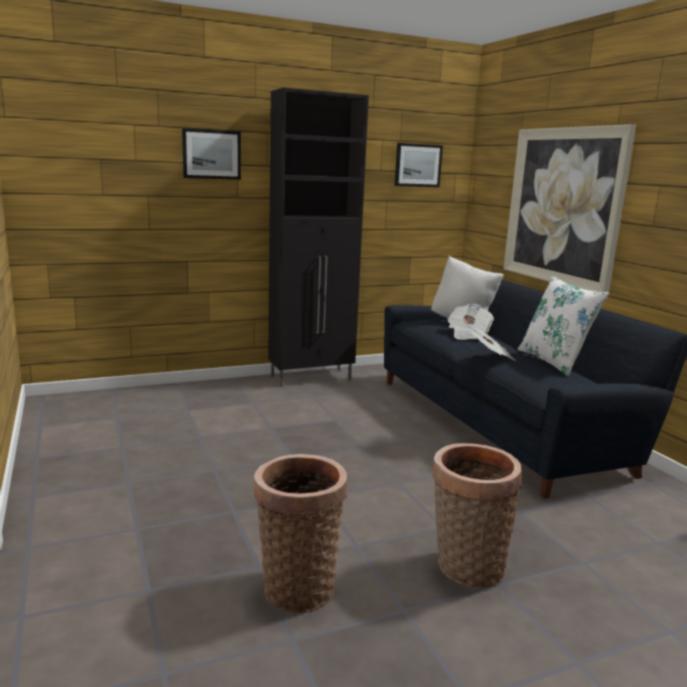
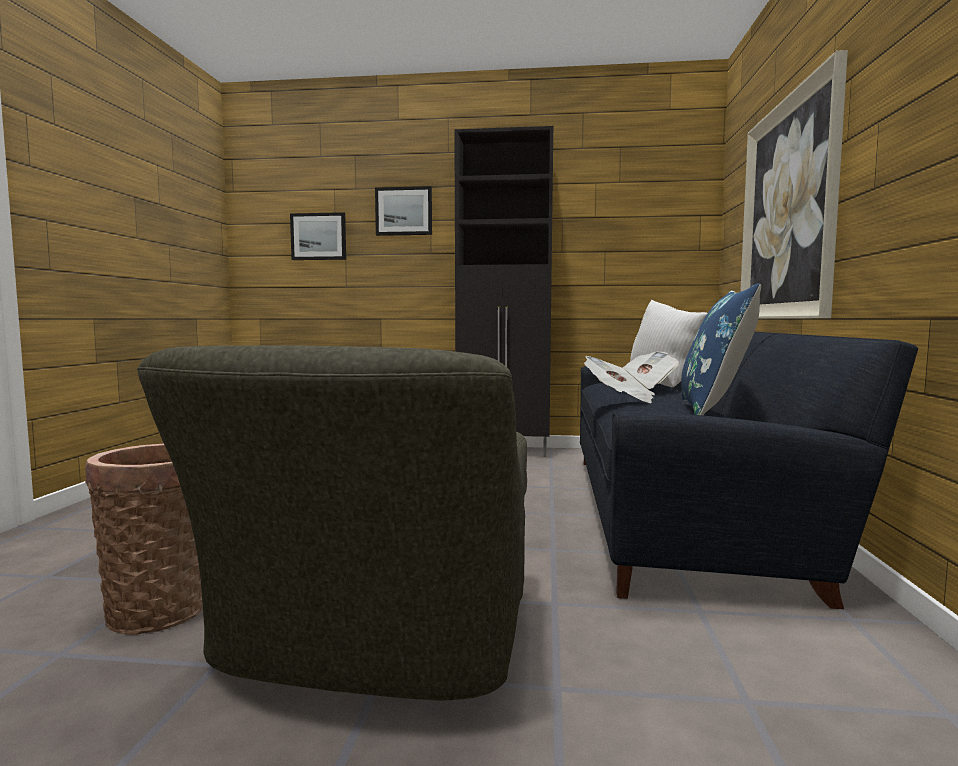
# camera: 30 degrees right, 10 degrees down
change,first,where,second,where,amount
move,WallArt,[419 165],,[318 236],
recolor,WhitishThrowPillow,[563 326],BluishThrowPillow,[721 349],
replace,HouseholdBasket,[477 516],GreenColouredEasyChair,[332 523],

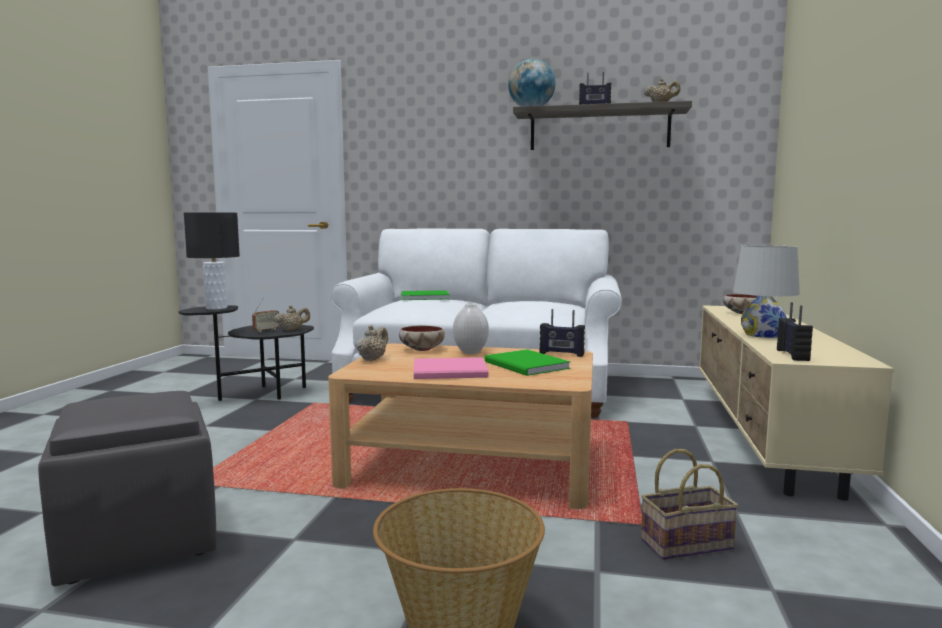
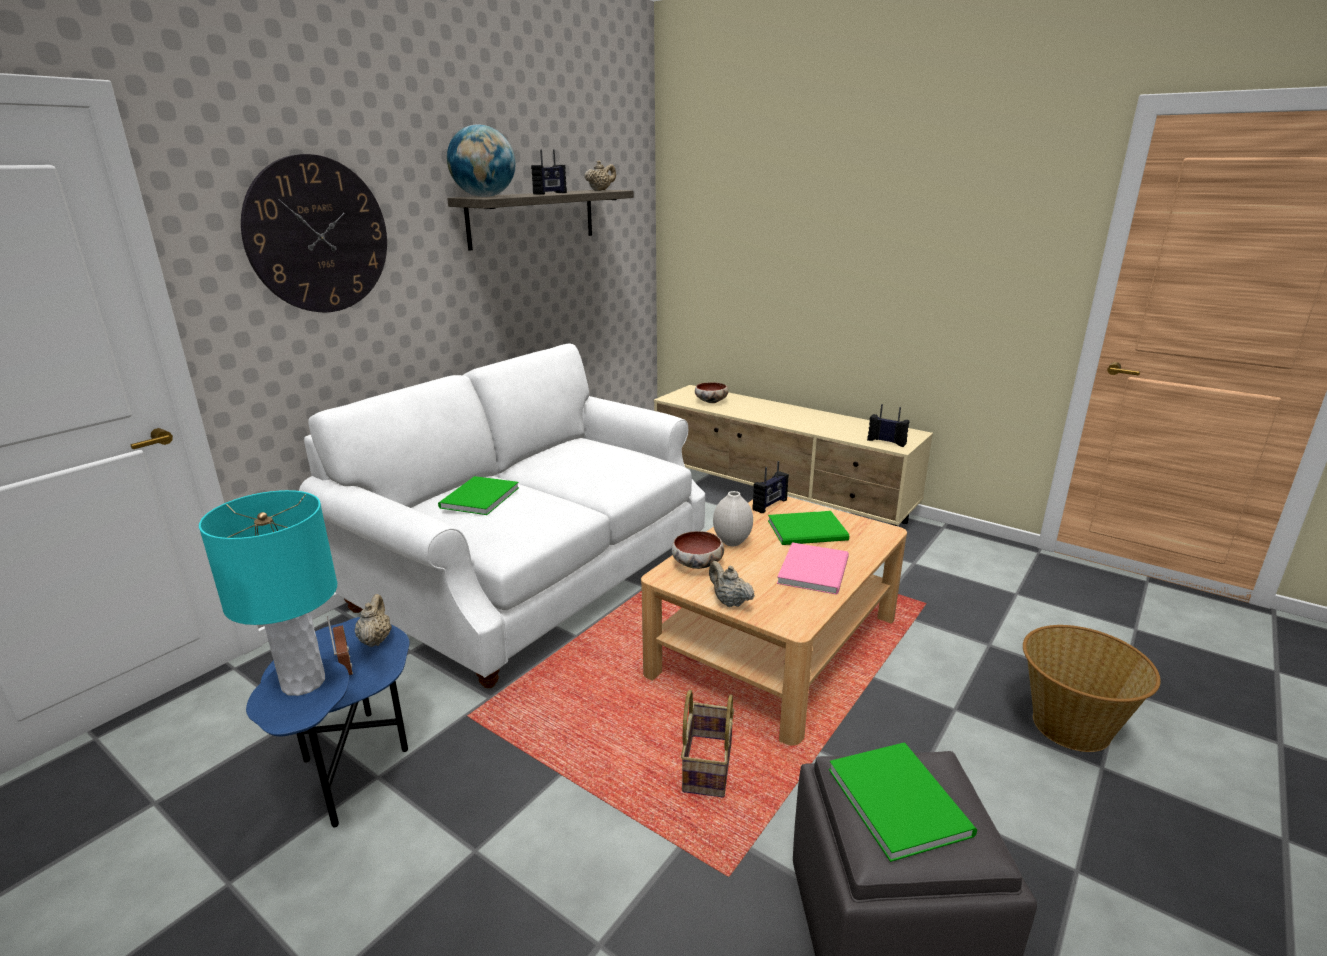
# camera: 65 degrees left, 15 degrees up
change,first,where,second,where,amount
recolor,BlackColouredTableLamp,[212 261],TurquoiseColouredTableLamp,[268 593],
delete,WhitishTableLamp,[766 291],,,
recolor,BlackColouredAccentTable,[246 353],BluishAccentTable,[328 722],
move,HouseholdBasket,[690 504],,[707 743],
insert,,,ClockOnTheWall,[314 233],
insert,,,GreenColouredBook,[903 802],

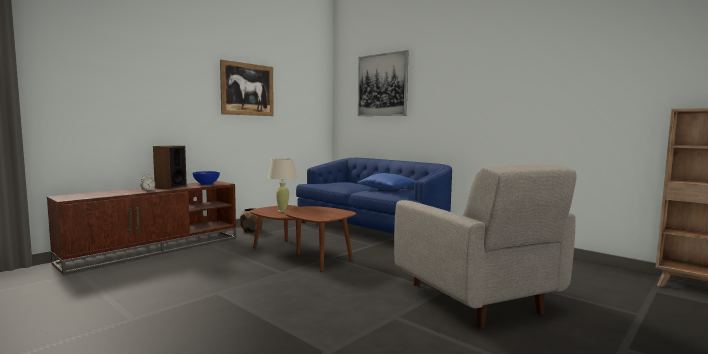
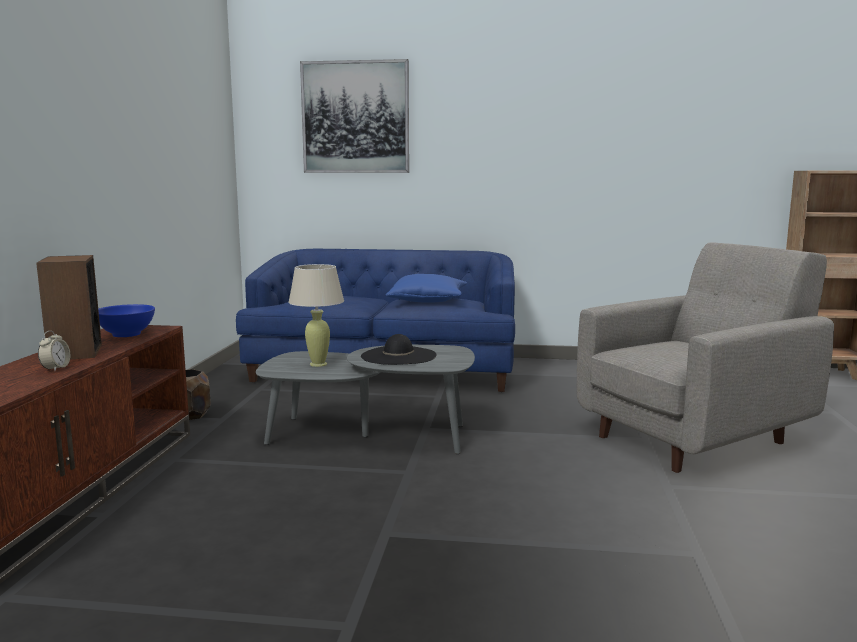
# camera: 35 degrees left, 5 degrees up
change,first,where,second,where,amount
delete,WallArt,[247 88],,,
rotate,GrayEasyChair,[485 247],,[705 357],60 degrees counterclockwise
recolor,BrownColouredLoungeTable,[303 238],GrayLoungeTable,[365 399],
insert,,,BlackColouredWearableHat,[398 349],

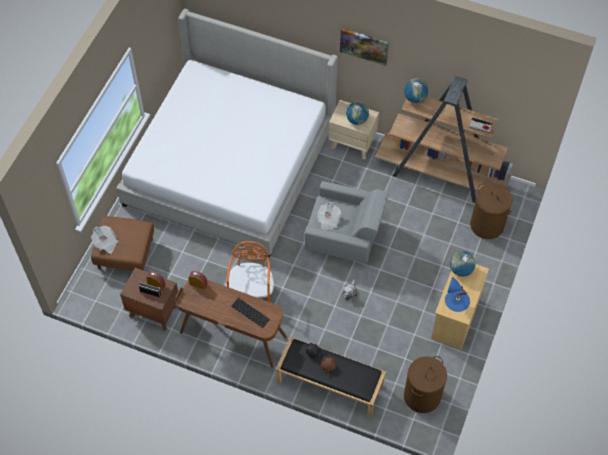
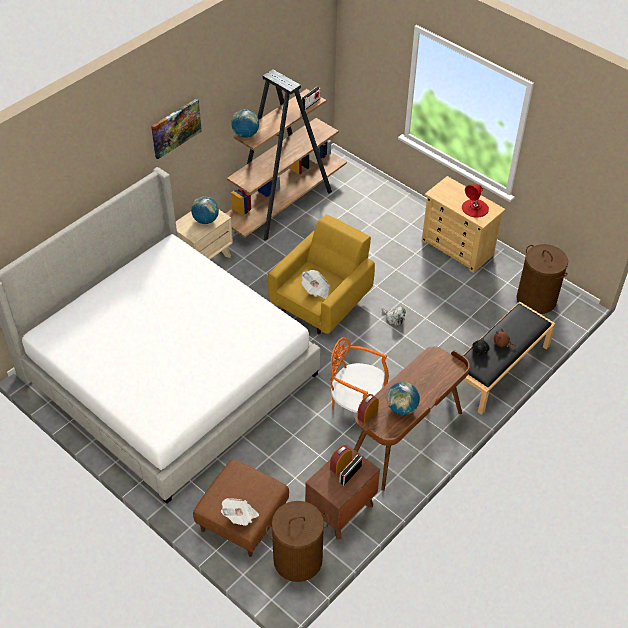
# camera: 70 degrees left, 10 degrees down
change,first,where,second,where,amount
recolor,GrayEasyChair,[347 222],YellowColouredEasyChair,[321 274],
move,BrownColouredWashingBasket,[491 211],,[297 541],
move,DeskGlobe,[463 264],,[403 398],
recolor,BluishTableLamp,[457 294],ReddishTableLamp,[475 200],
delete,PcKeyboard,[250 313],,,

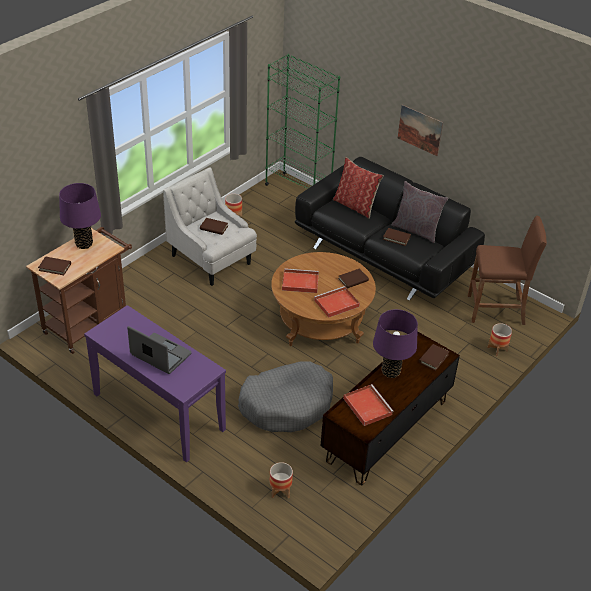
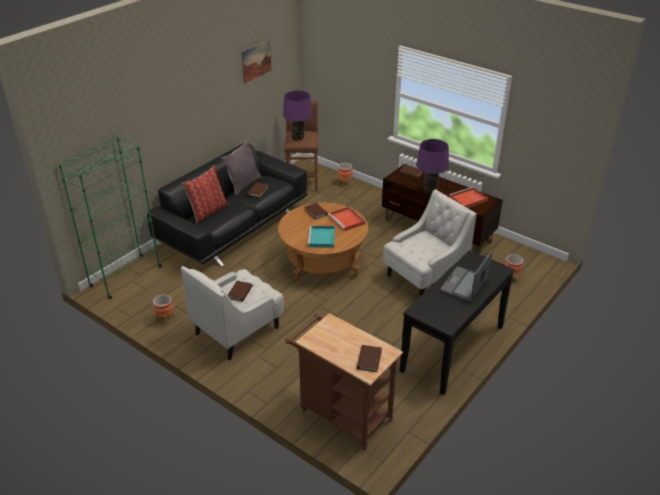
# camera: 90 degrees left, 5 degrees down
change,first,where,second,where,amount
move,WallArt,[420 130],,[256 61],
move,PurplishTableLamp,[80 216],,[297 115],
recolor,ReddishTray,[300 280],TurquoiseColouredTray,[321 237],
recolor,PurplishHallTable,[155 383],BlackColouredHallTable,[457 322],
replace,GrayDogBed,[285 396],WhitishEasyChair,[429 243],

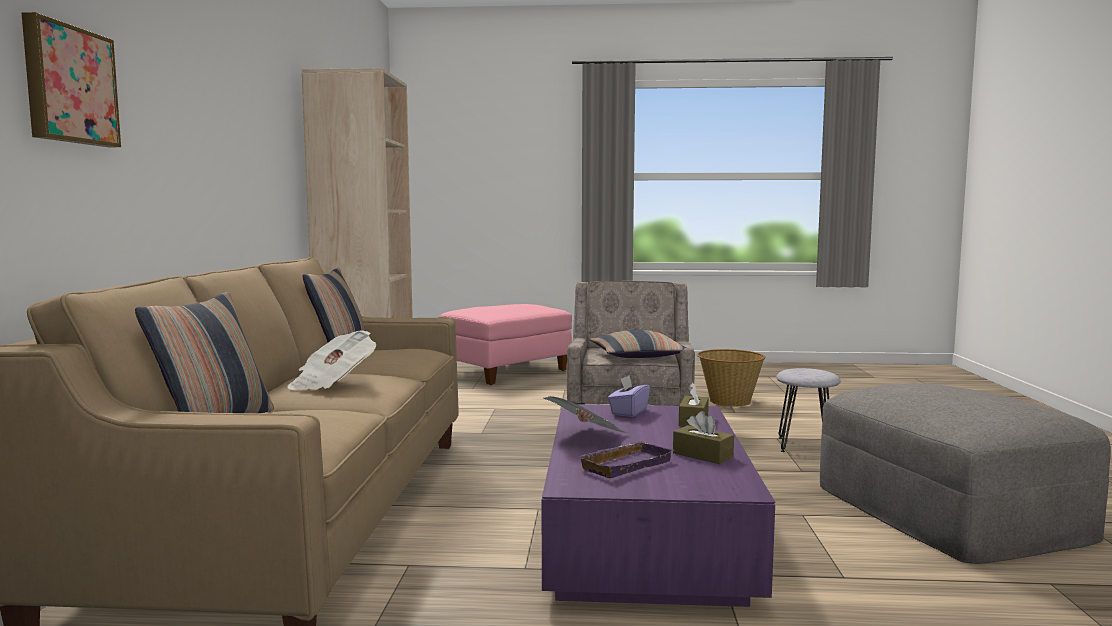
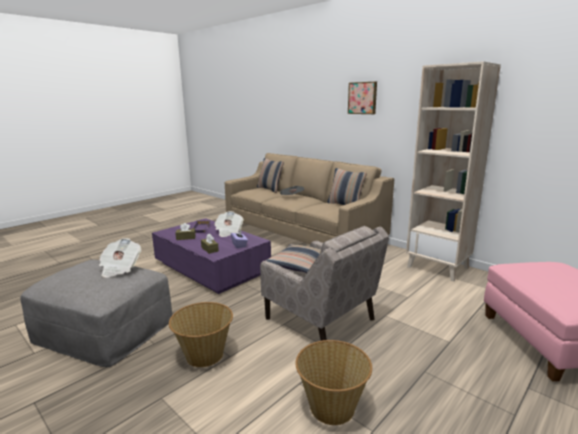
# camera: 130 degrees right, 10 degrees up
change,first,where,second,where,amount
move,WallArt,[71 79],,[362 98],
replace,GraySittingStool,[808 410],HouseholdBasket,[201 334],
insert,,,PrintedPaper,[120 258],

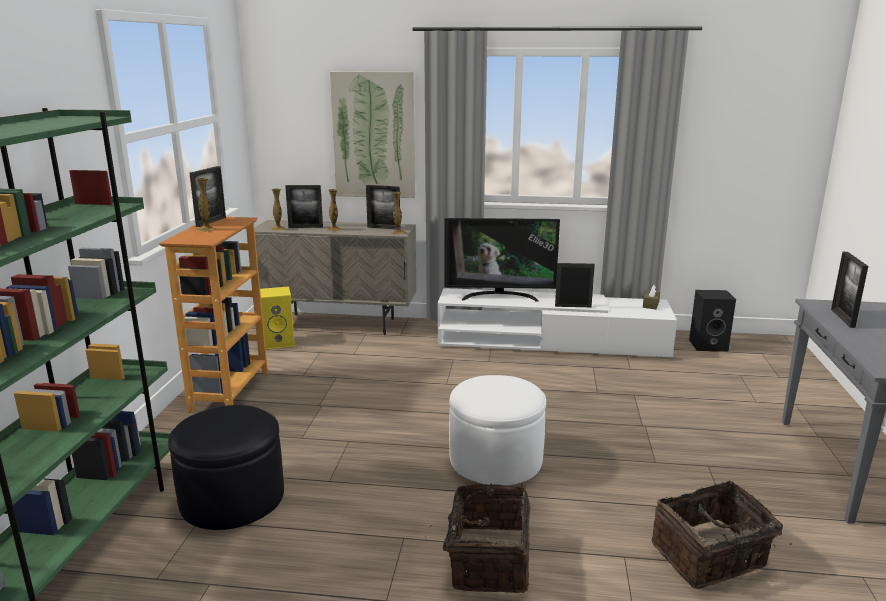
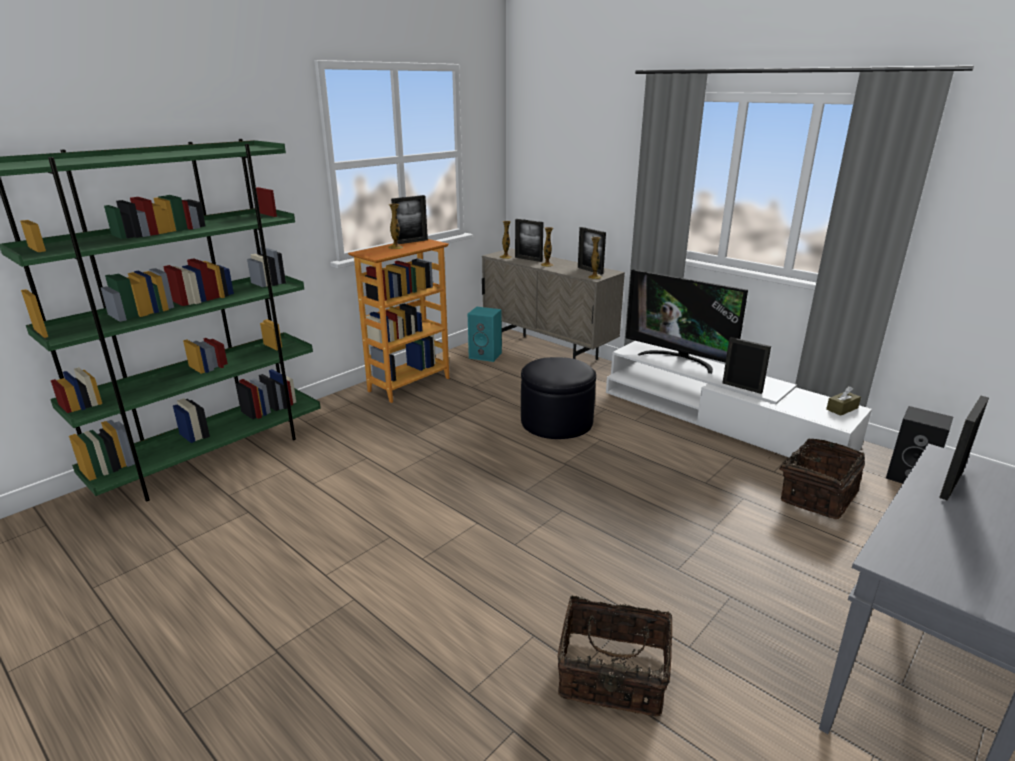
# camera: 35 degrees right, 5 degrees up
change,first,where,second,where,amount
delete,WallArt,[372 134],,,
recolor,YellowColouredLoudspeaker,[277 317],TurquoiseColouredLoudspeaker,[485 334],
delete,WhitishFootrest,[497 430],,,
move,BlackColouredFootrest,[226 467],,[558 398],
move,HouseholdBasket,[478 538],,[817 479],

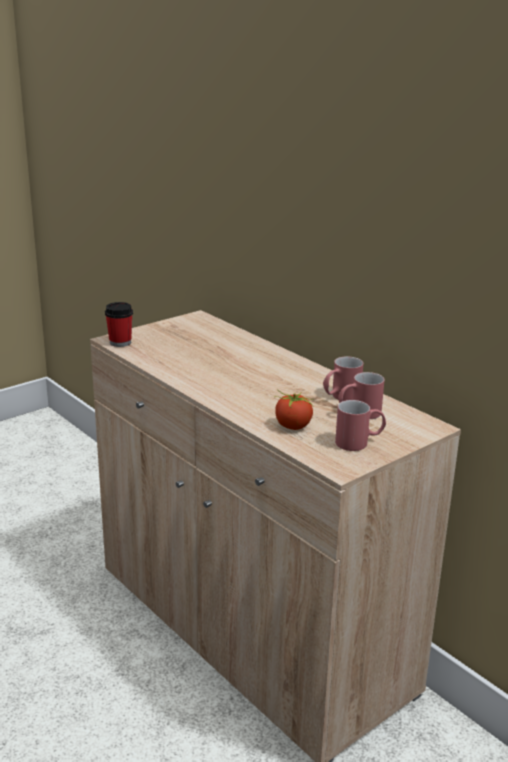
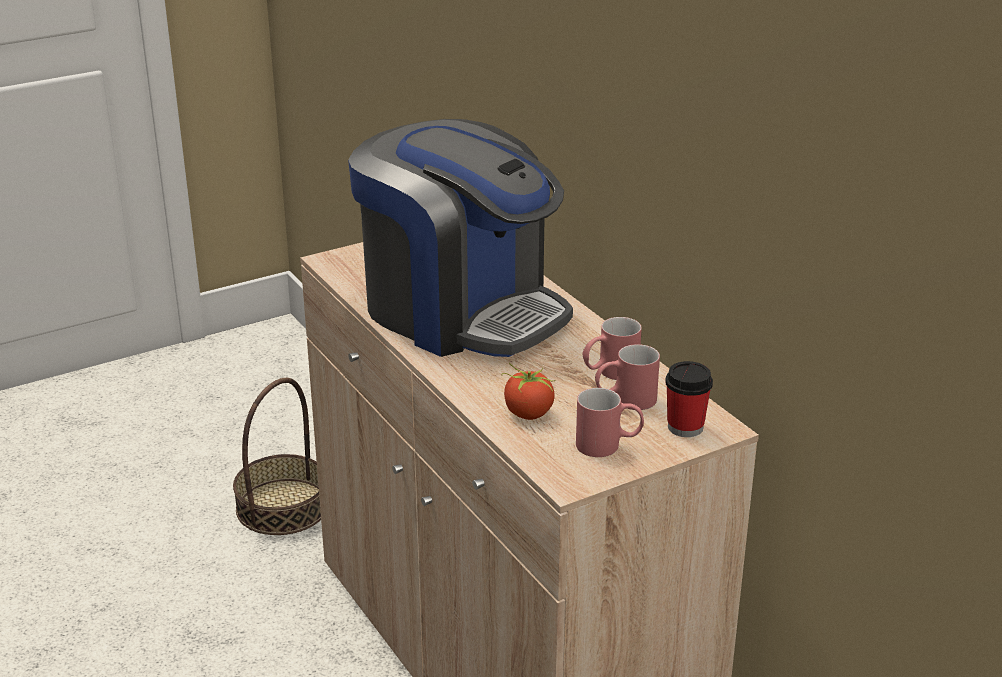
# camera: 10 degrees right, 5 degrees up
change,first,where,second,where,amount
move,DrinkingCup,[119 324],,[689 399],
insert,,,CoffeeMaker,[460 238],
insert,,,HouseholdBasket,[277 456],

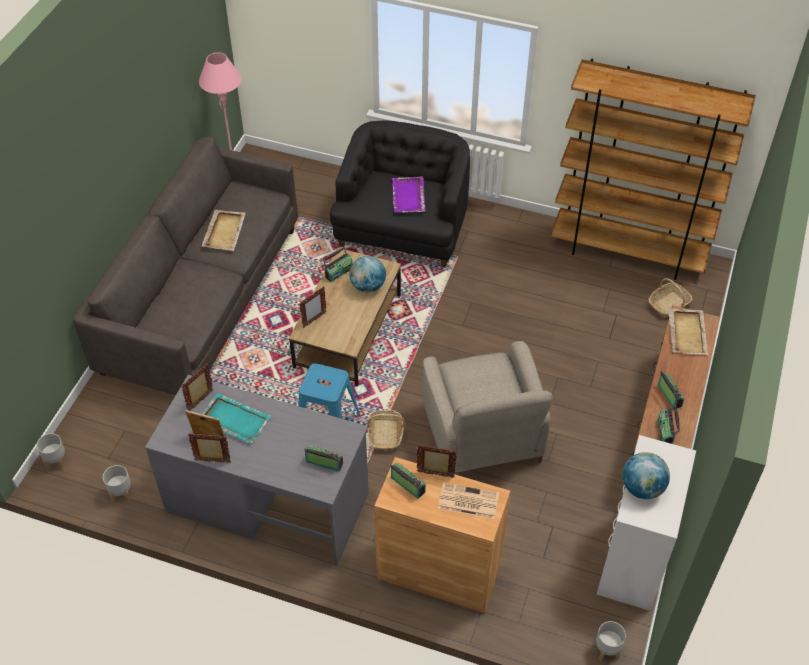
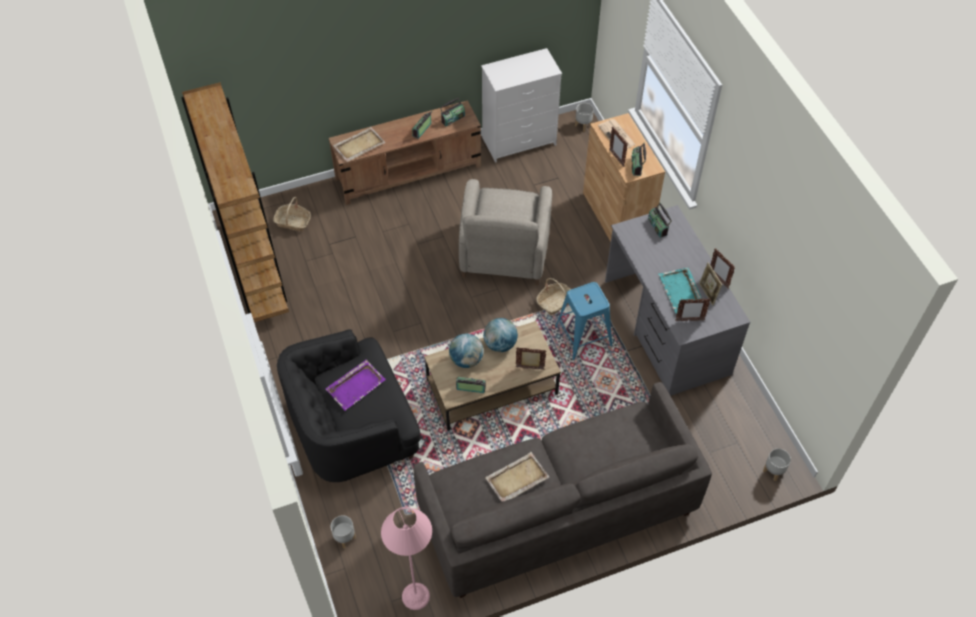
# camera: 130 degrees left, 5 degrees up
change,first,where,second,where,amount
rotate,SandColouredEasyChair,[487 406],,[505 232],150 degrees clockwise
move,DeskGlobe,[646 475],,[500 335],
move,GrayFlowerPot,[117 483],,[343 532],

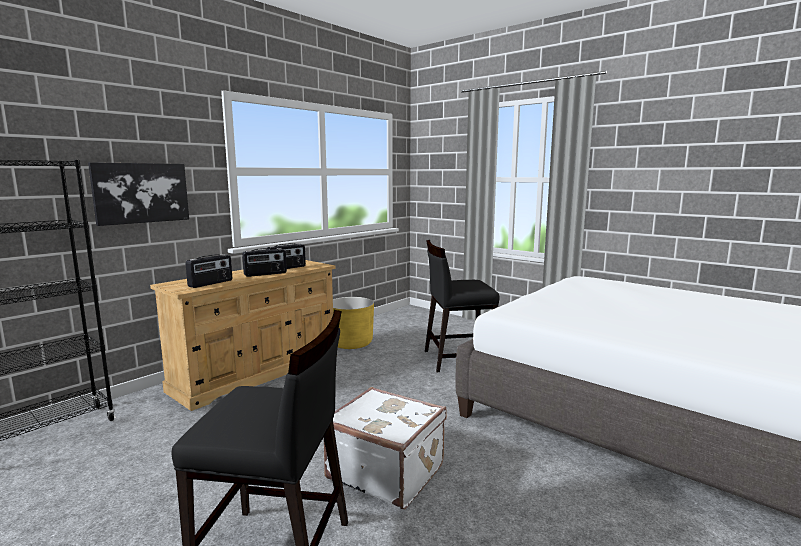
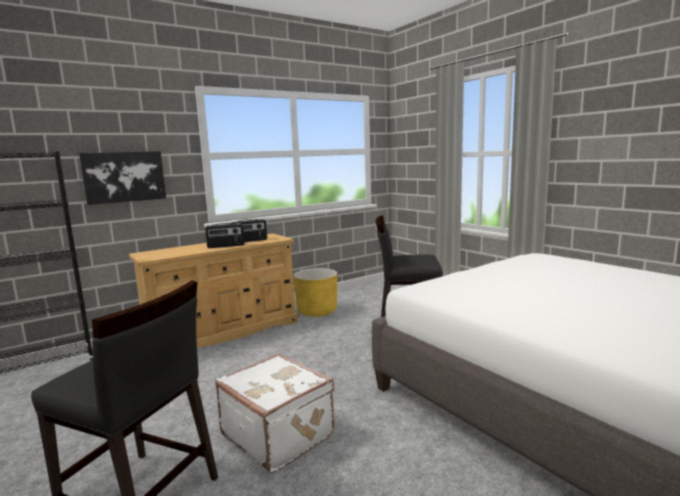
# camera: 15 degrees right, 0 degrees up
change,first,where,second,where,amount
delete,RadioReceiver,[208 271],,,

